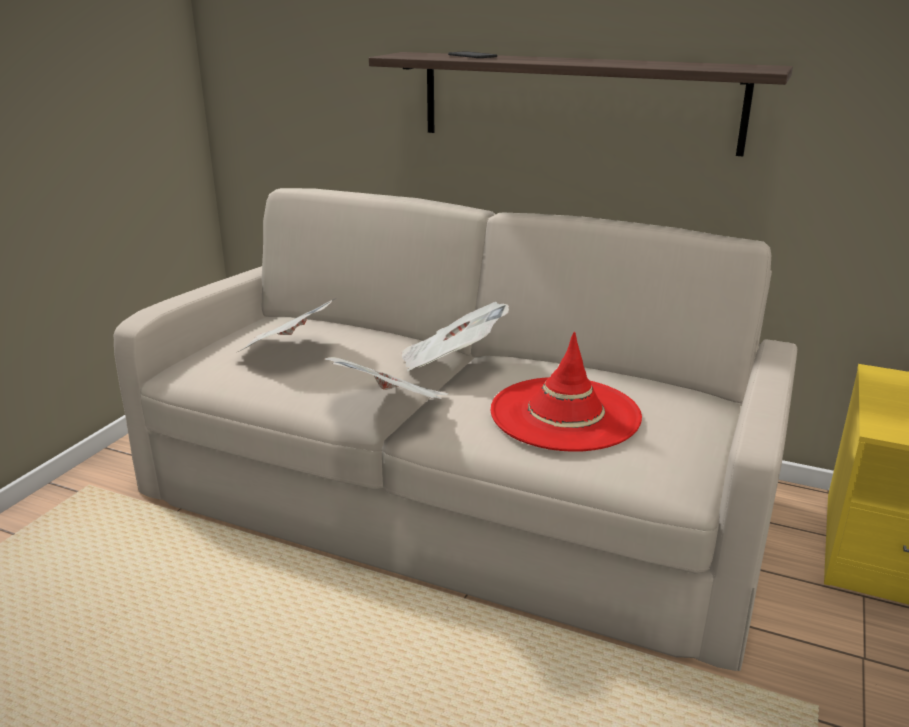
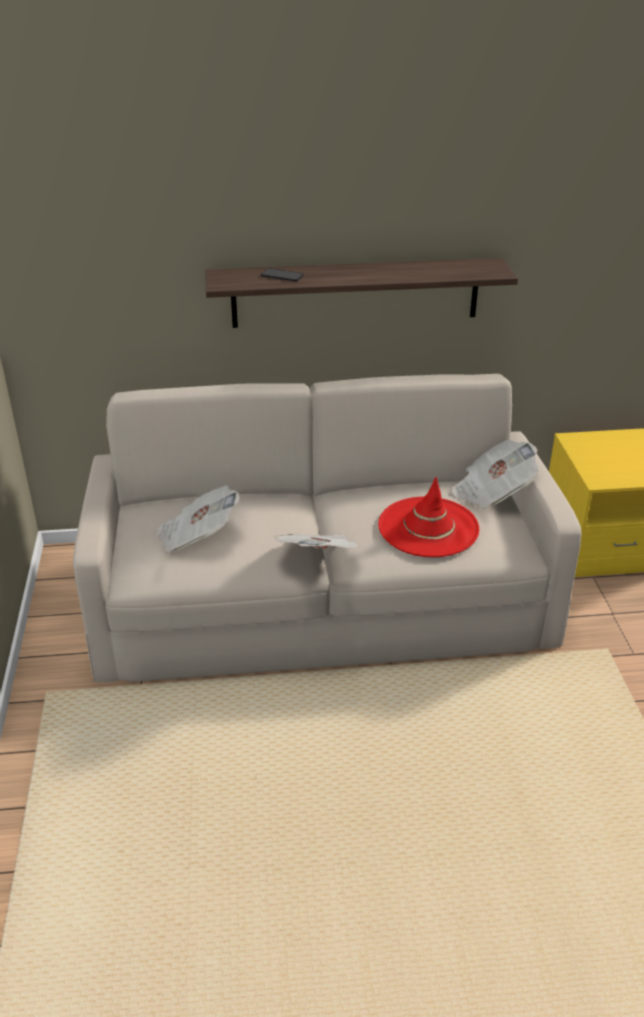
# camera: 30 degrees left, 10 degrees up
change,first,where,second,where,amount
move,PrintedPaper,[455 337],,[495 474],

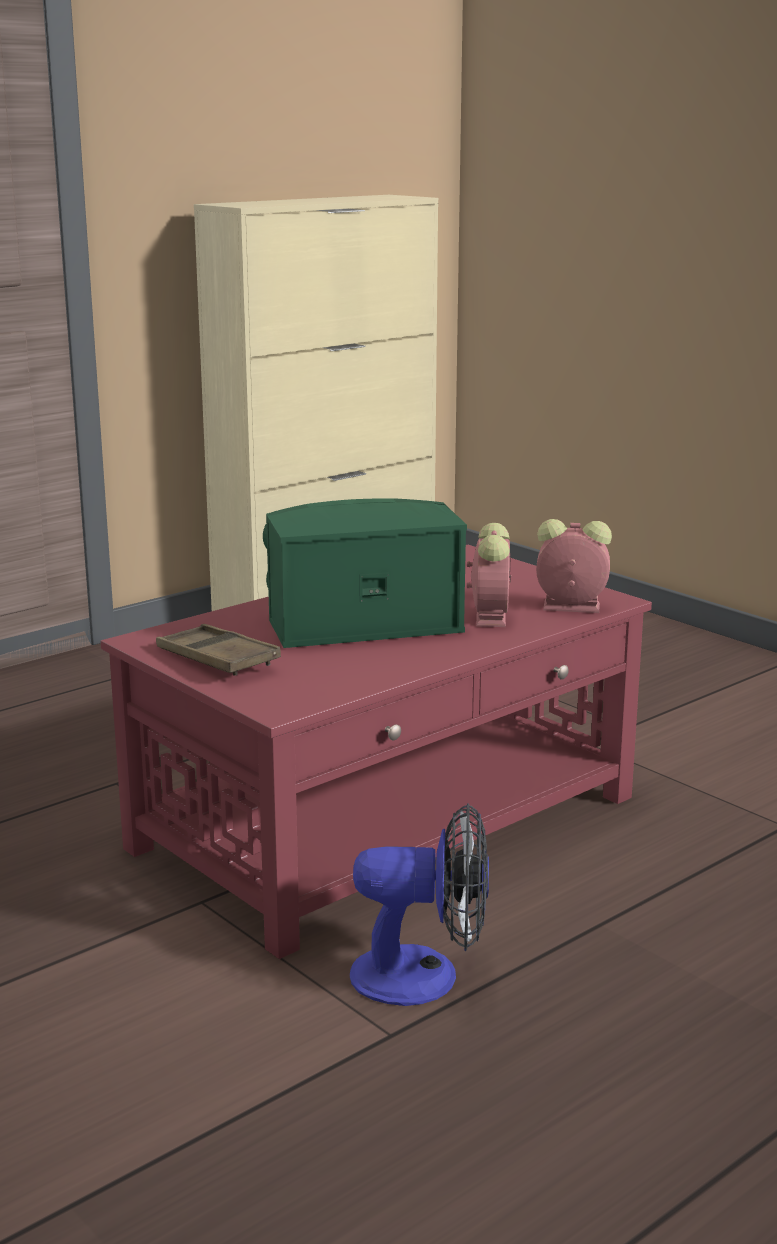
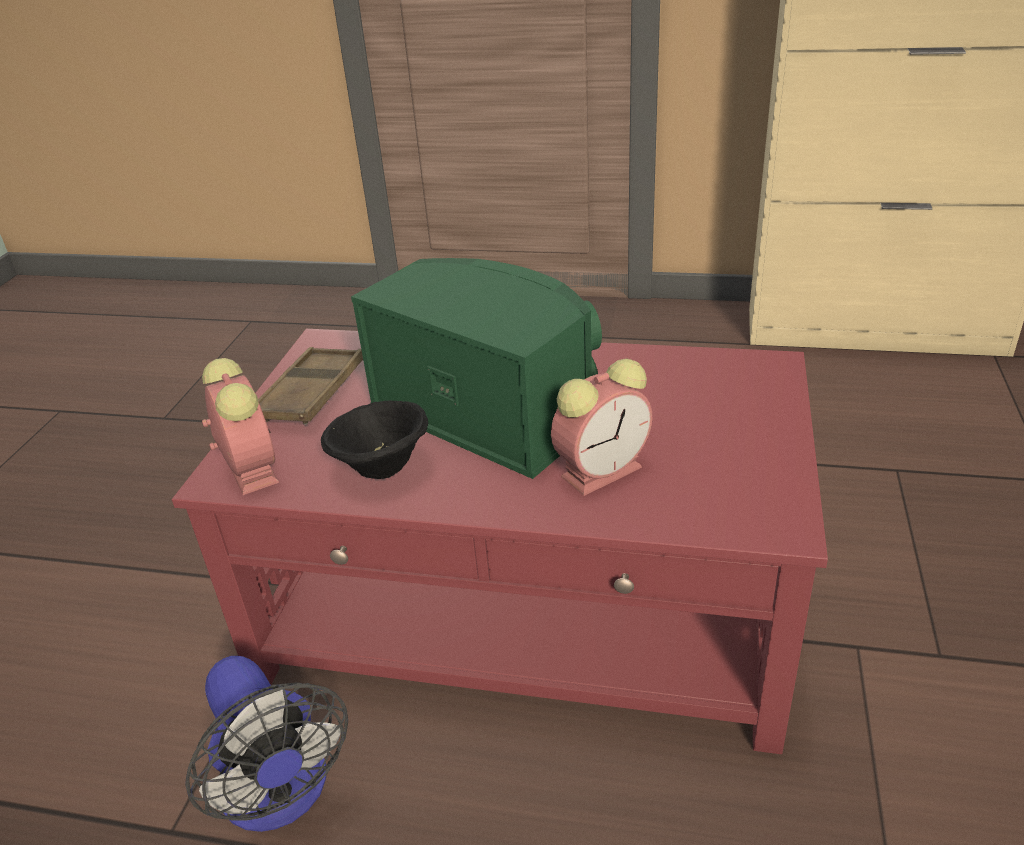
# camera: 55 degrees right, 15 degrees up
change,first,where,second,where,amount
move,BedsideClock,[574 566],,[240 426],
insert,,,BlackColouredBowl,[374 439],

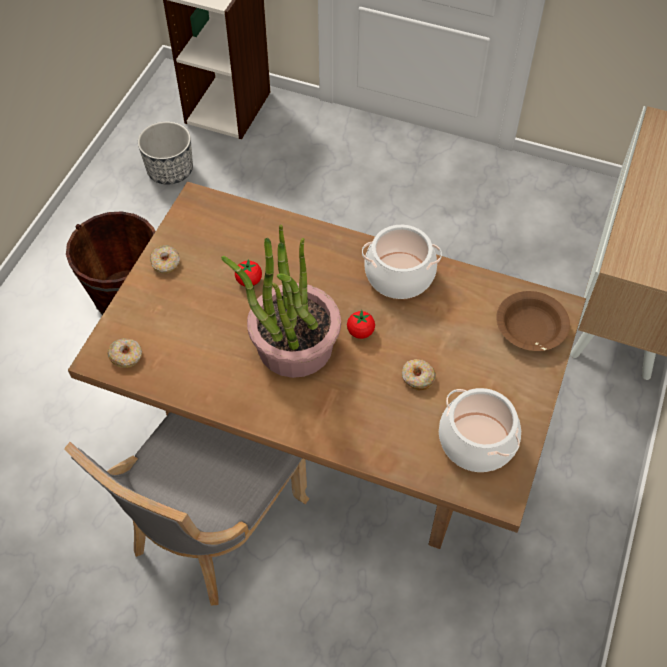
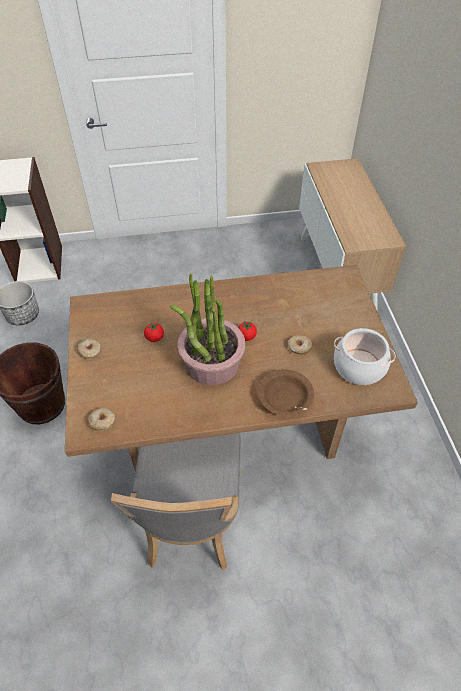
# camera: 30 degrees left, 5 degrees down
change,first,where,second,where,amount
delete,Stockpot,[402 262],,,
move,BrownColouredBowl,[533 321],,[286 393],

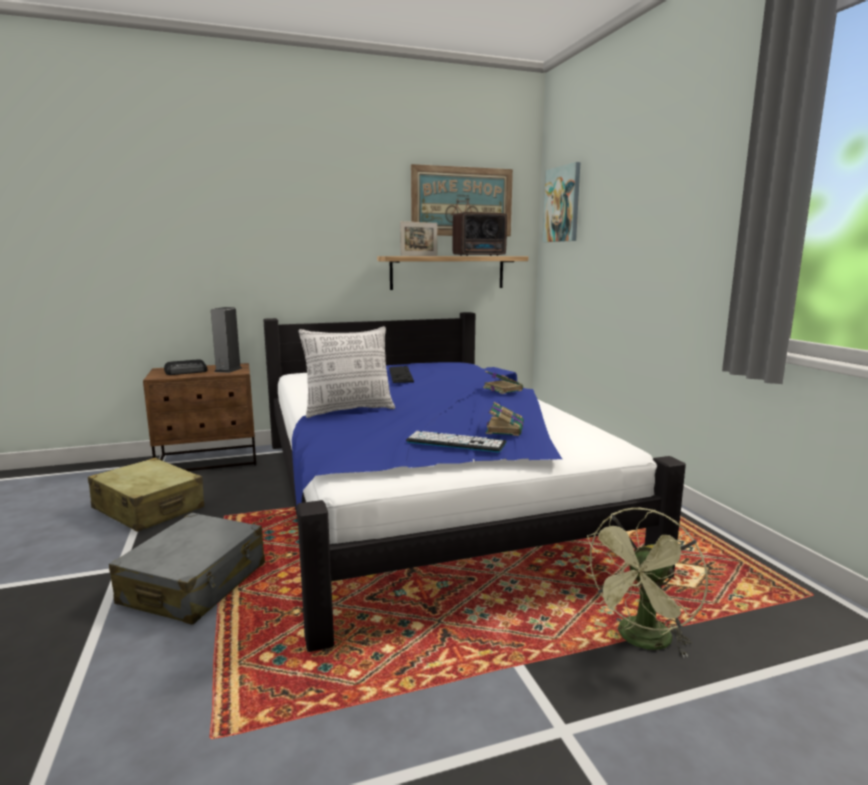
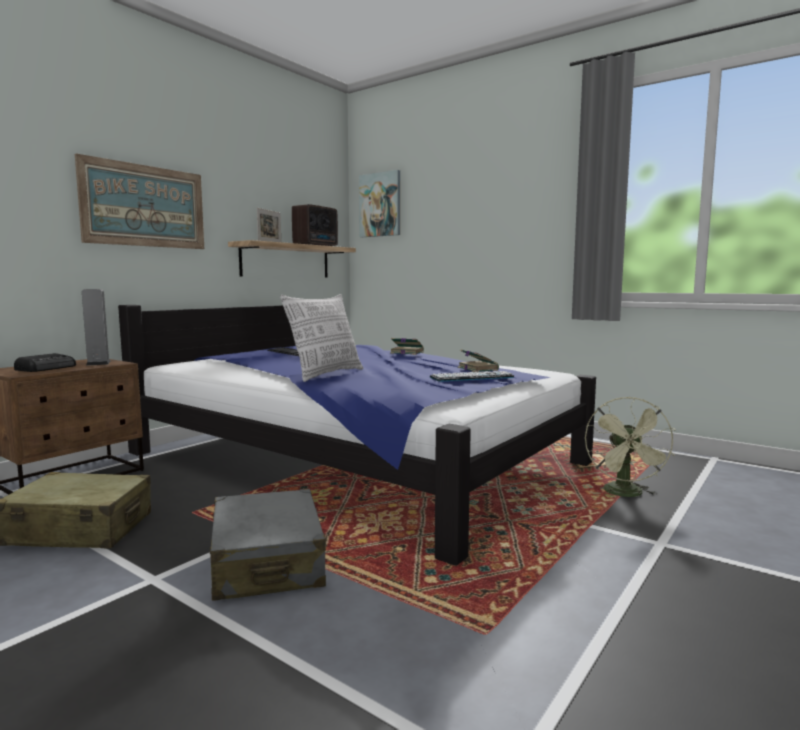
# camera: 35 degrees left, 5 degrees down
change,first,where,second,where,amount
move,WallArt,[462 200],,[139 201],

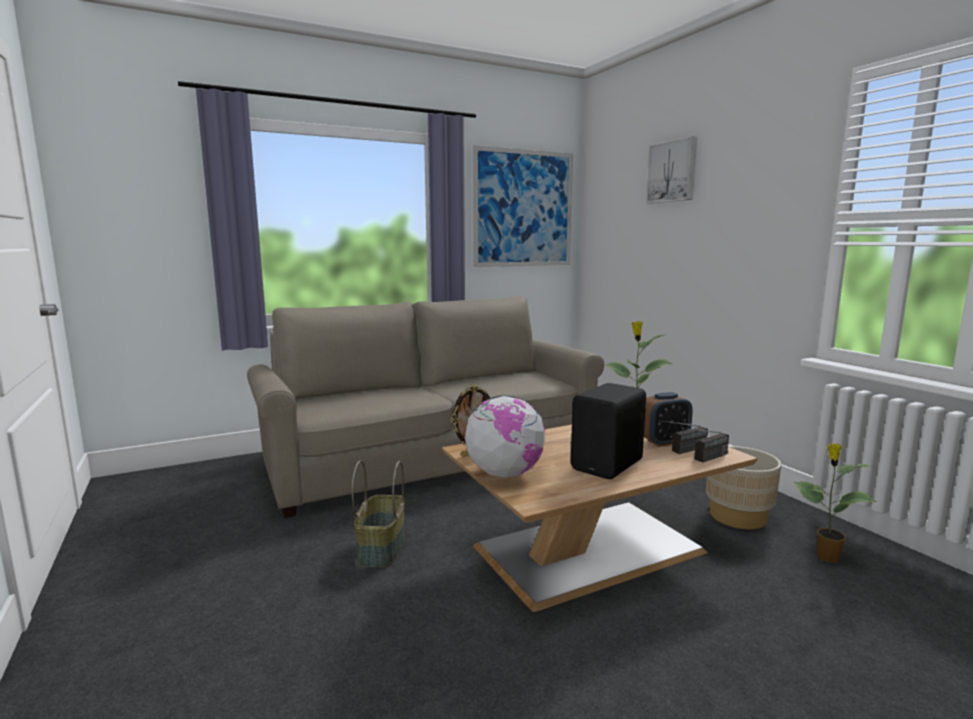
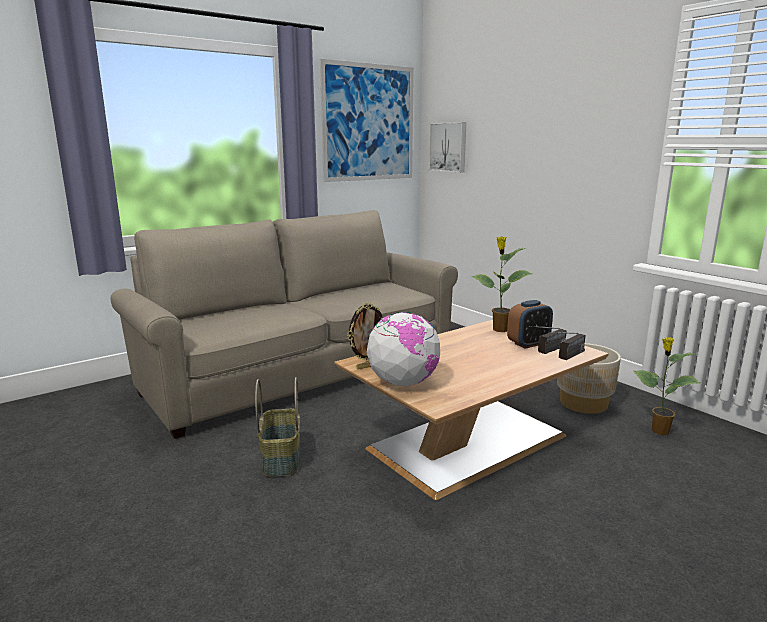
# camera: 10 degrees left, 5 degrees up
change,first,where,second,where,amount
move,WallArt,[671 169],,[447 147],
delete,BlackColouredLoudspeaker,[608 431],,,

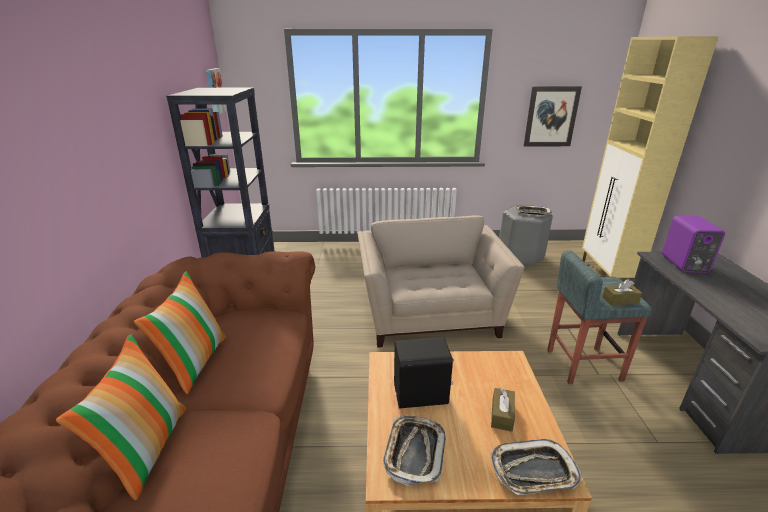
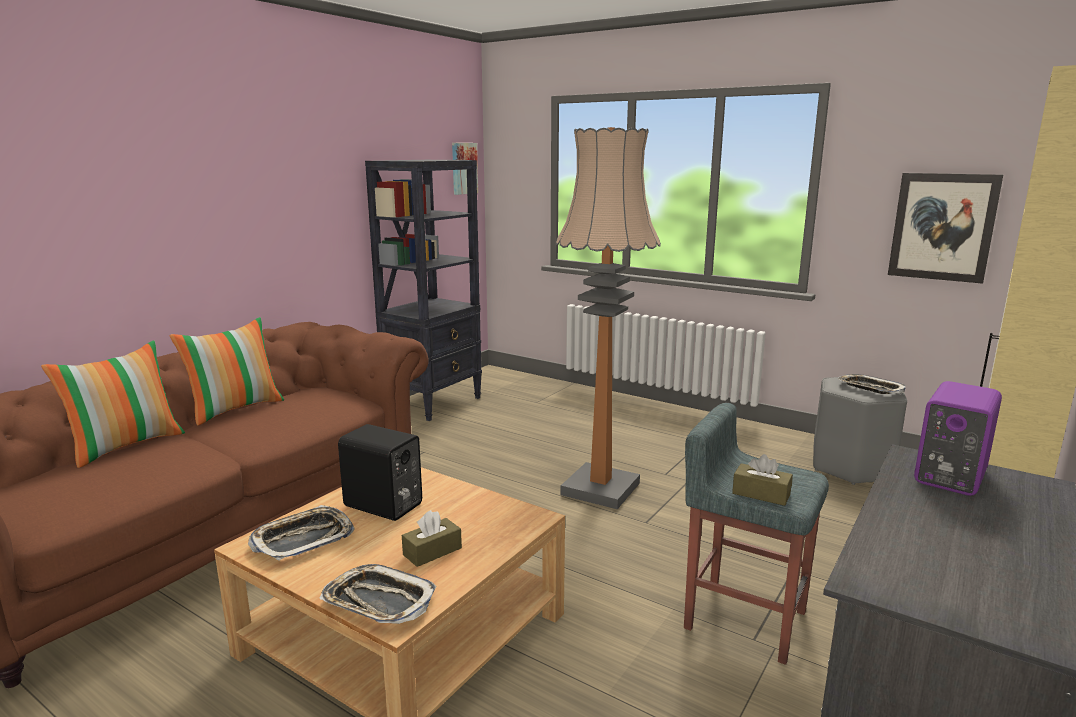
# camera: 35 degrees right, 10 degrees down
change,first,where,second,where,amount
replace,SandColouredEasyChair,[441 281],FloorLamp,[608 318],

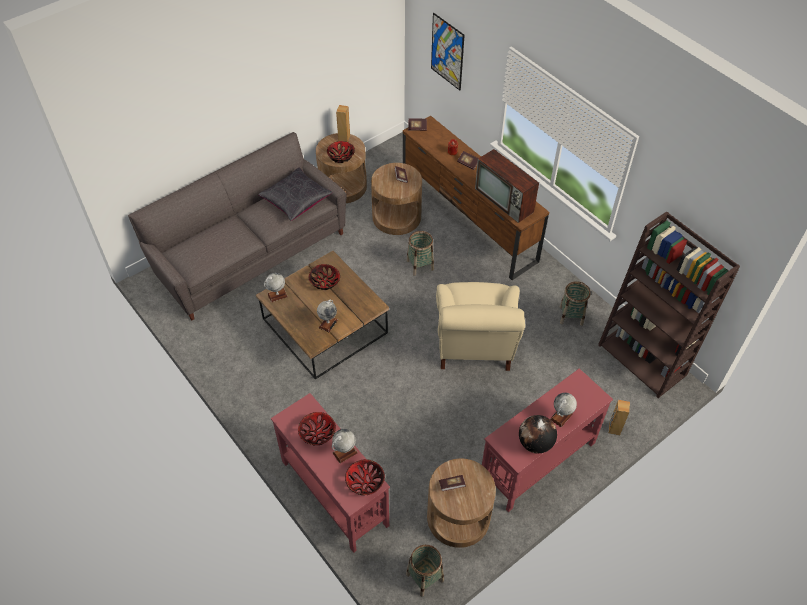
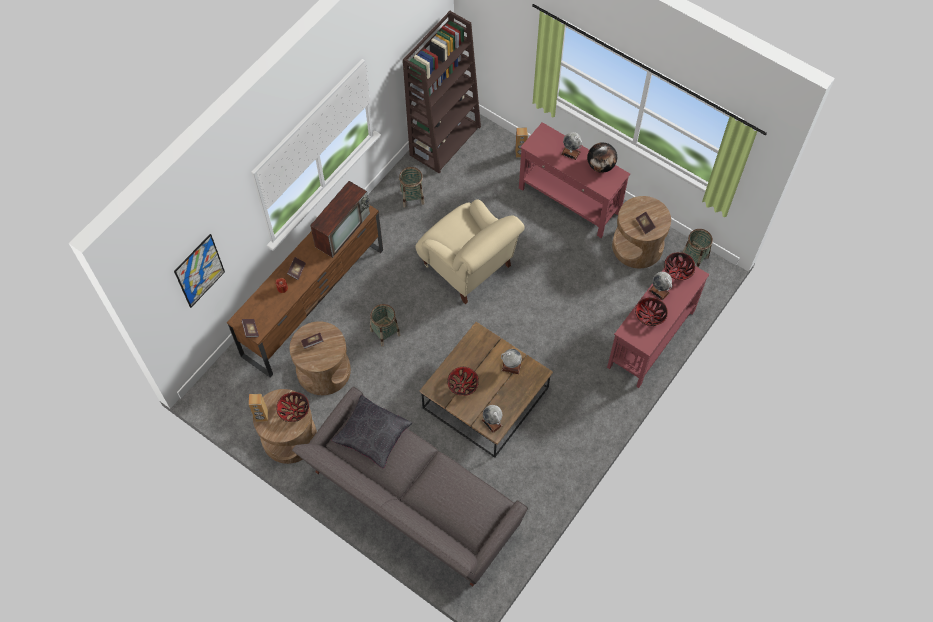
# camera: 105 degrees left, 10 degrees up
change,first,where,second,where,amount
rotate,SandColouredEasyChair,[480 326],,[470 252],60 degrees clockwise

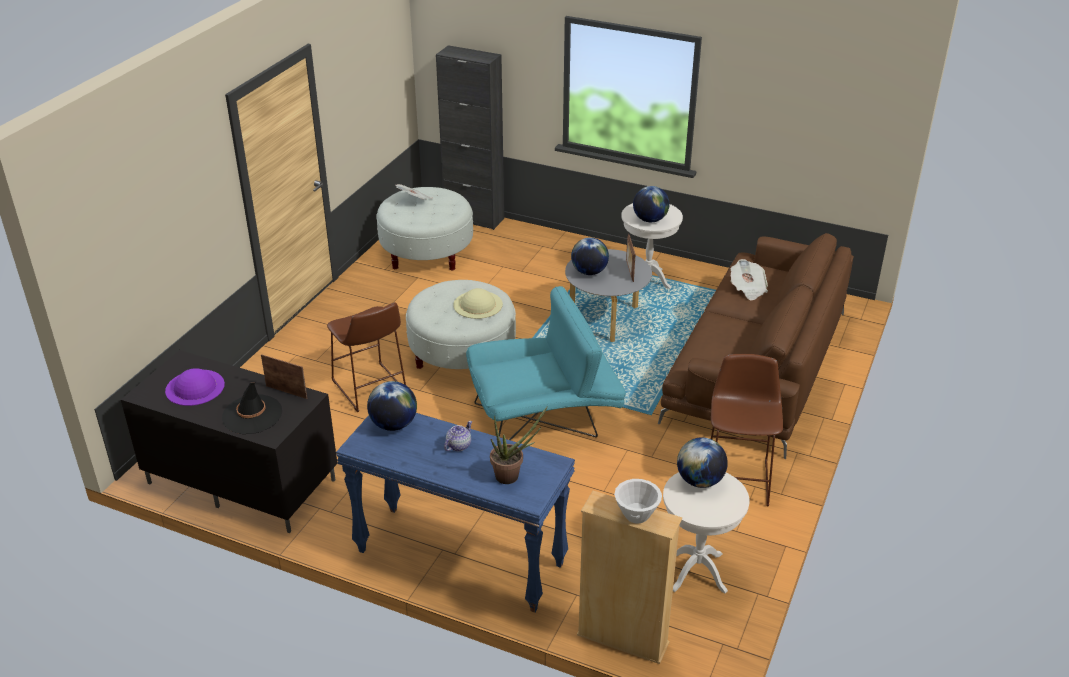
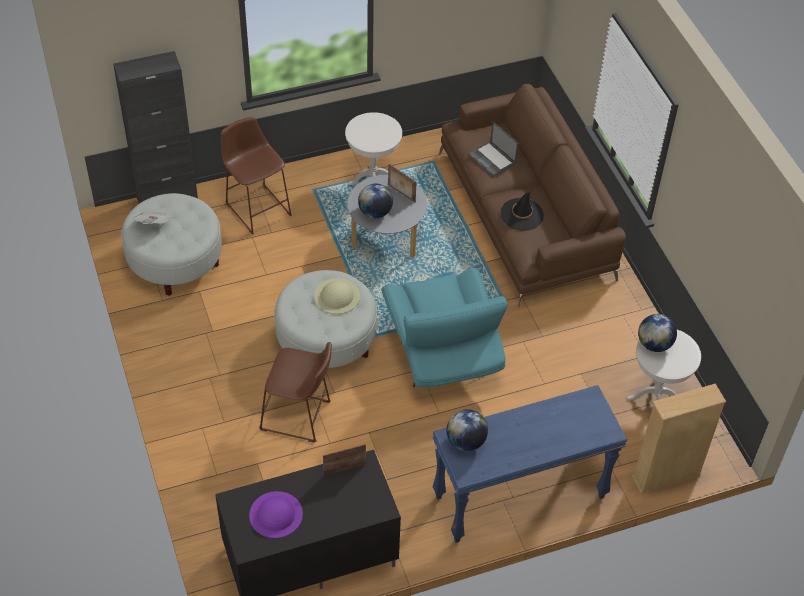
# camera: 45 degrees left, 15 degrees up
change,first,where,second,where,amount
delete,DeskGlobe,[651 204],,,
replace,PrintedPaper,[749 280],NotebookComputer,[493 149],
rotate,TurquoiseColouredEasyChair,[546 363],,[444 327],135 degrees clockwise
move,BrownColouredSittingStool,[747 430],,[256 176],
move,BlackColouredWearableHat,[252 407],,[522 210],
delete,PlantInAPot,[519 445],,,
delete,Teapot,[458 436],,,
delete,WhitishBowl,[638 501],,,

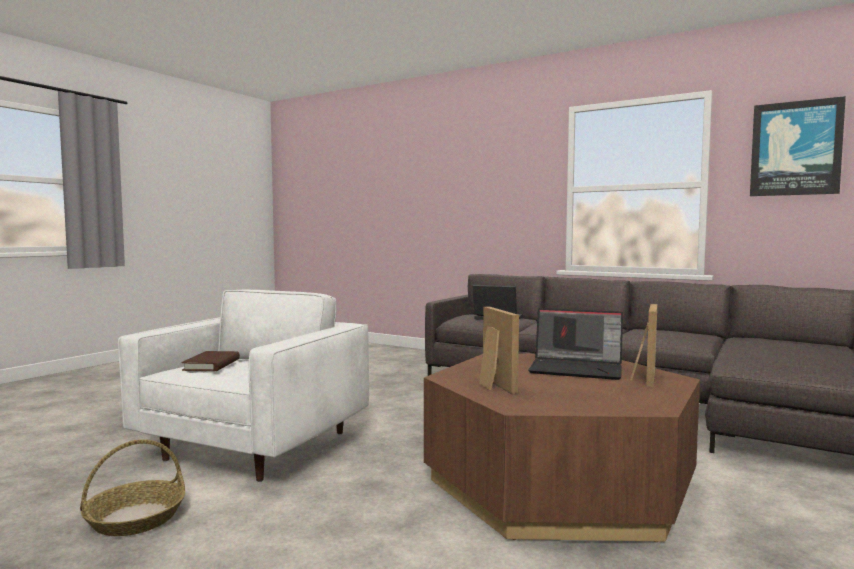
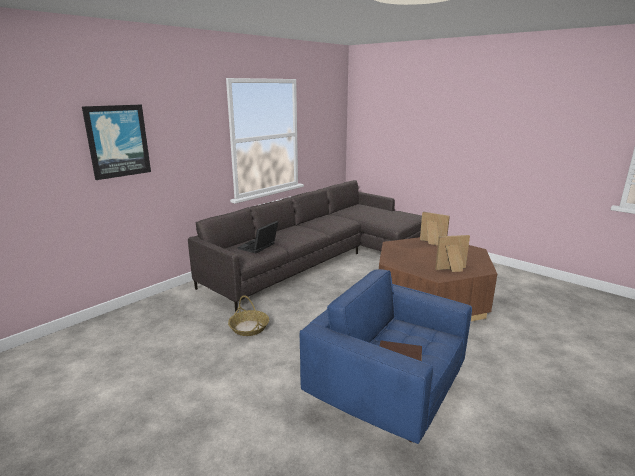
# camera: 80 degrees left, 15 degrees up
change,first,where,second,where,amount
move,WallArt,[798 146],,[116 142],
recolor,WhitishEasyChair,[243 386],BluishEasyChair,[386 356],
delete,NotebookComputer,[575 344],,,
move,HouseholdBasket,[132 487],,[248 315],

